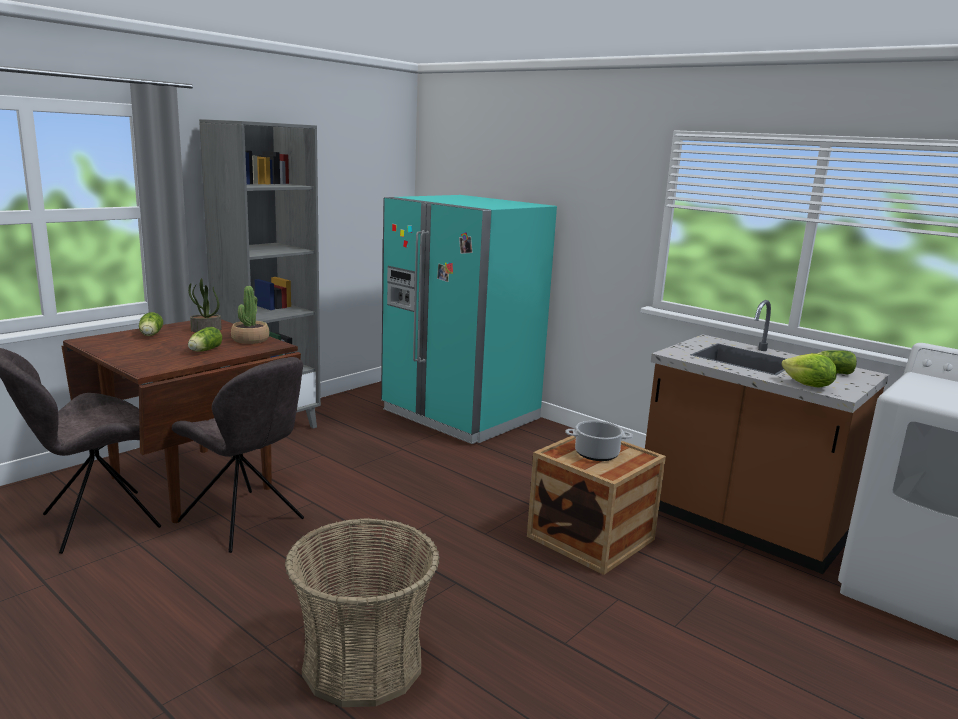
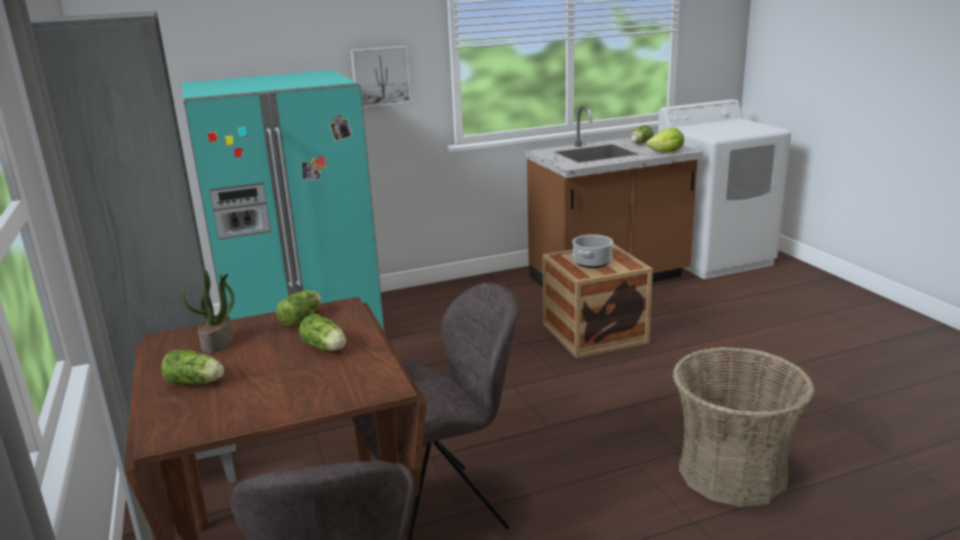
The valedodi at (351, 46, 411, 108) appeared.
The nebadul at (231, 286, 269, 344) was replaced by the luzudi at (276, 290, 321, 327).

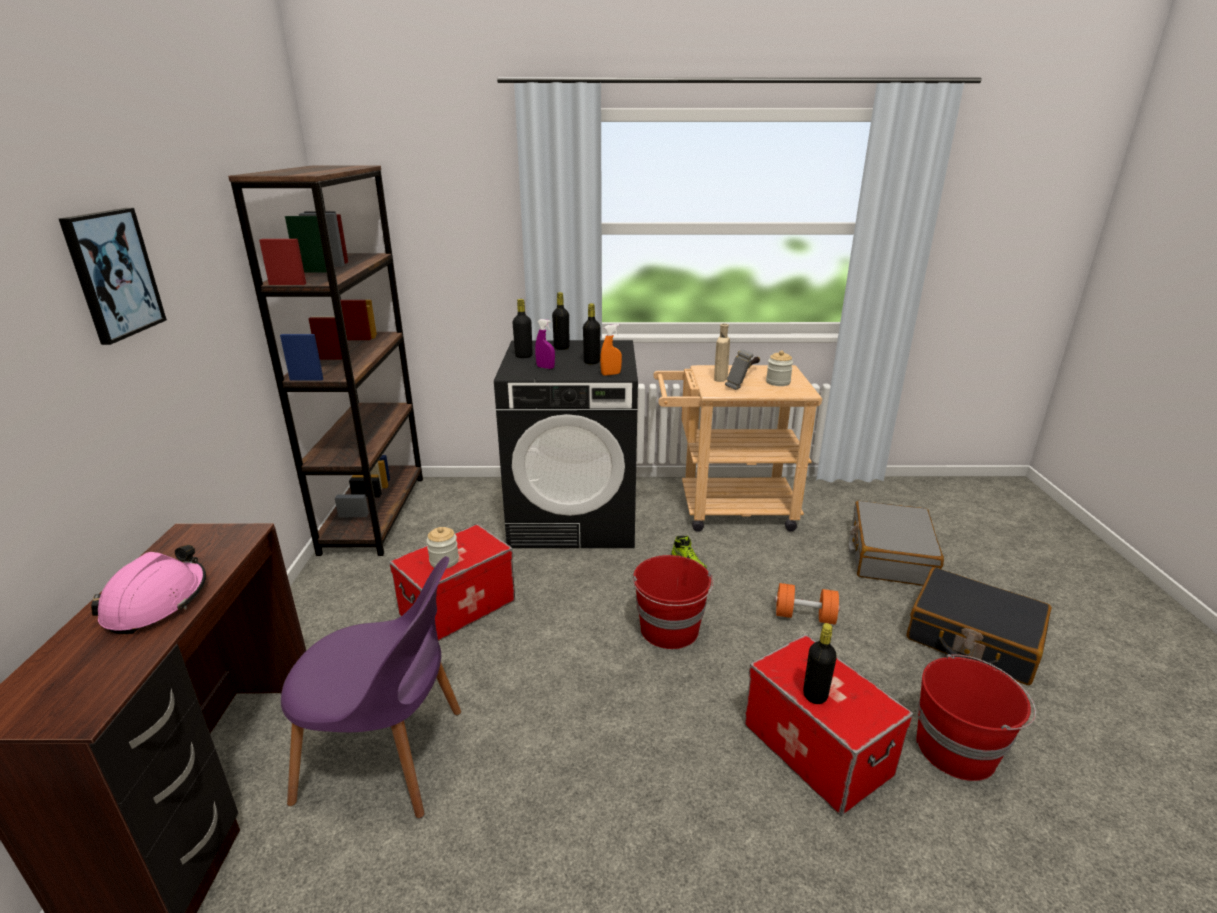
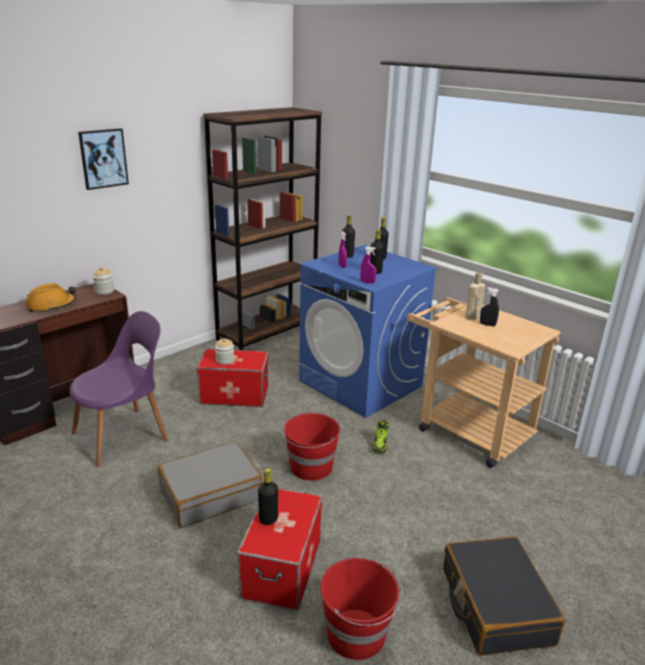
The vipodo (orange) at (775, 583, 840, 625) disappeared.
The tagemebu moved from (766, 351, 793, 386) to (92, 267, 114, 295).
The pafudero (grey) moved from (849, 501, 944, 586) to (157, 441, 262, 528).
The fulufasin at (725, 349, 760, 390) was replaced by the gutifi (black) at (480, 287, 499, 326).
The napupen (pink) at (91, 545, 206, 634) became the napupen (orange) at (26, 283, 76, 312).
The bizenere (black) at (494, 340, 638, 548) became the bizenere (blue) at (299, 245, 438, 418).
The gutifi (orange) at (600, 324, 622, 376) became the gutifi (purple) at (360, 246, 376, 284).
The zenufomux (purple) at (281, 556, 461, 818) turned 90 degrees counterclockwise.

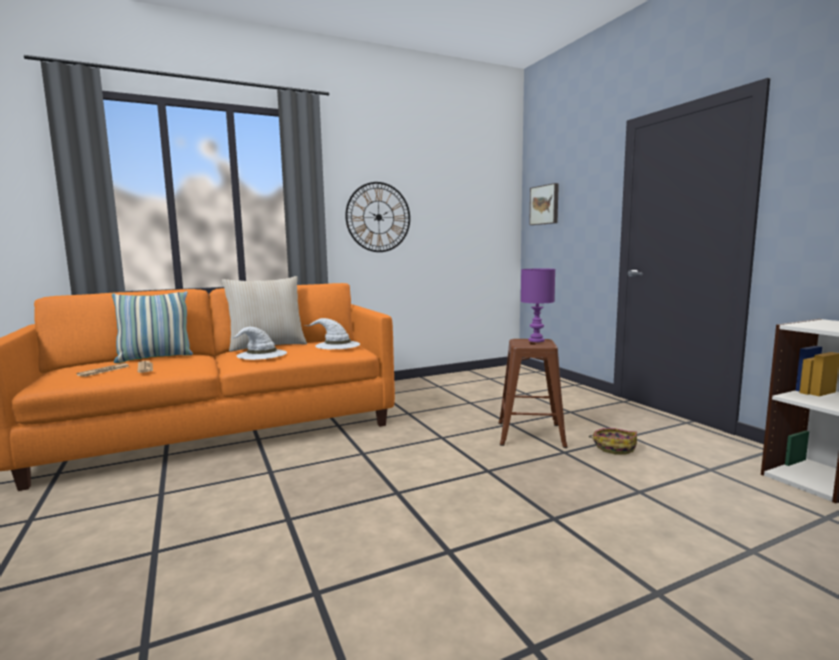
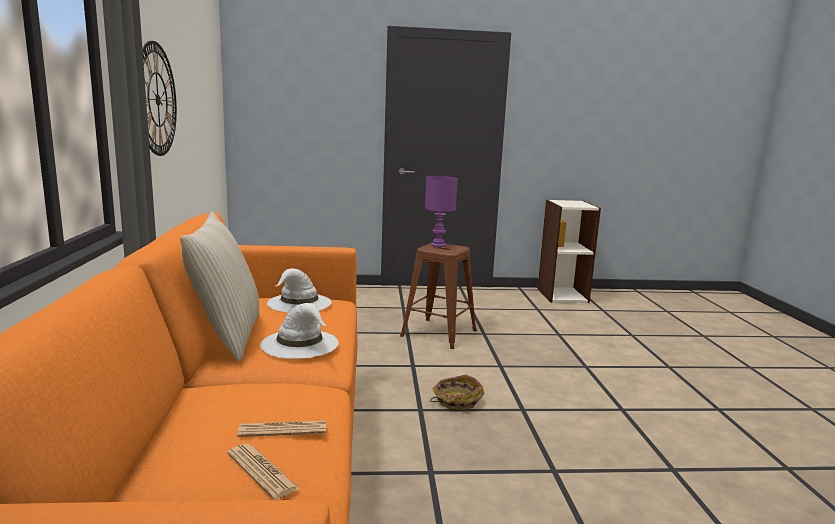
The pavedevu at (112, 291, 193, 363) disappeared.
The valedodi at (529, 183, 559, 225) disappeared.
The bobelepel moved from (589, 428, 637, 455) to (430, 375, 484, 411).

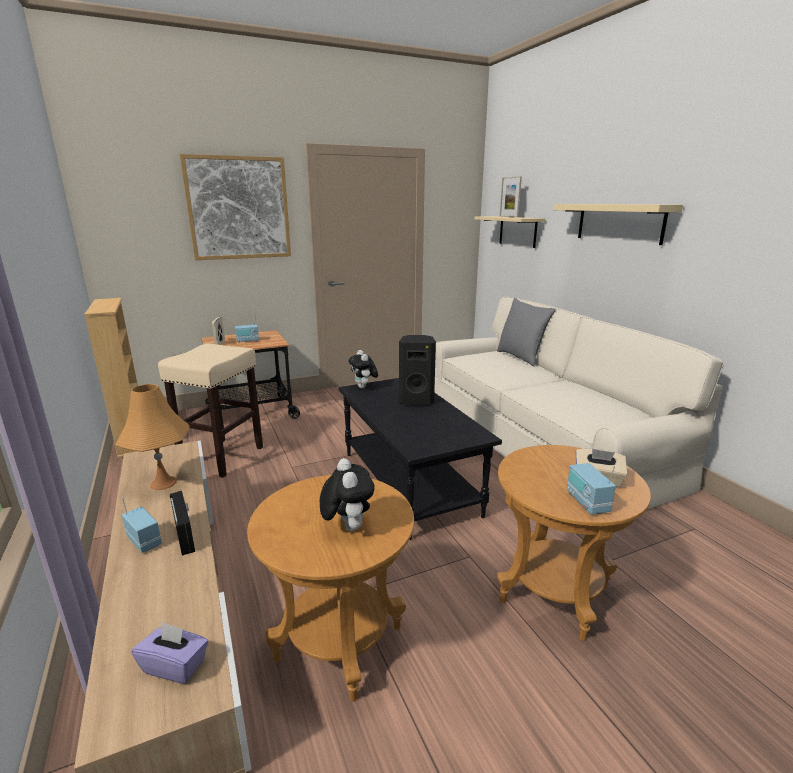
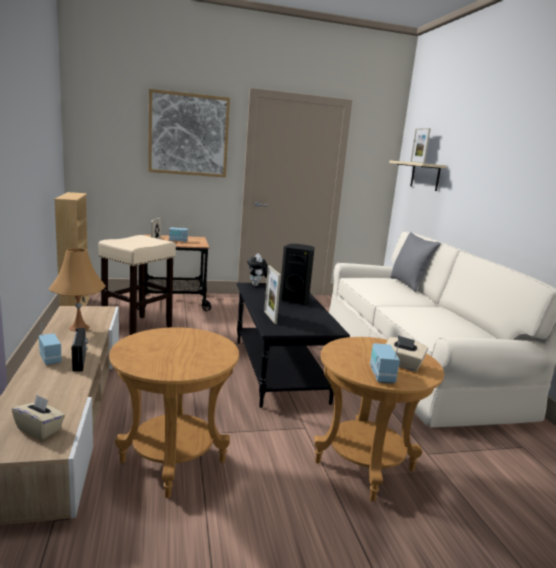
The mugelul at (320, 458, 375, 531) disappeared.
The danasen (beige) at (553, 204, 683, 245) disappeared.
The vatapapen at (264, 266, 281, 324) appeared.
The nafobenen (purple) at (131, 622, 208, 684) became the nafobenen (beige) at (12, 394, 65, 440).

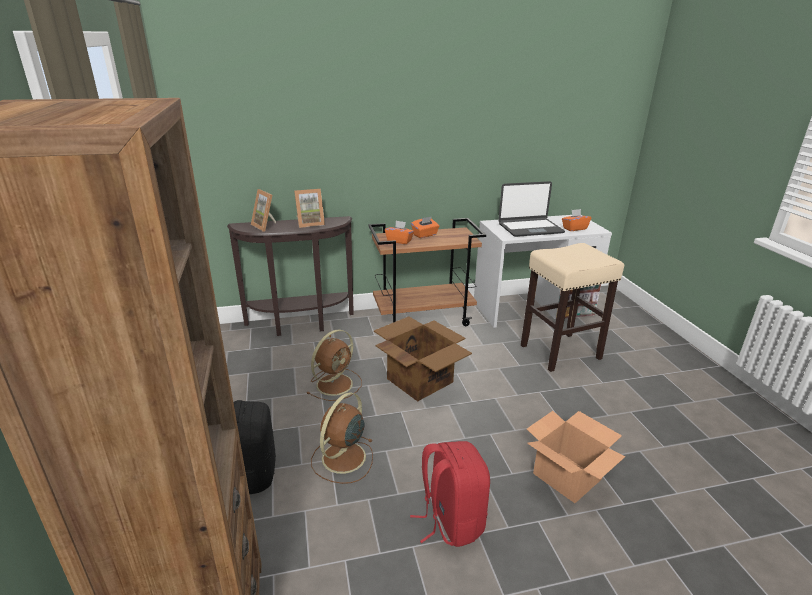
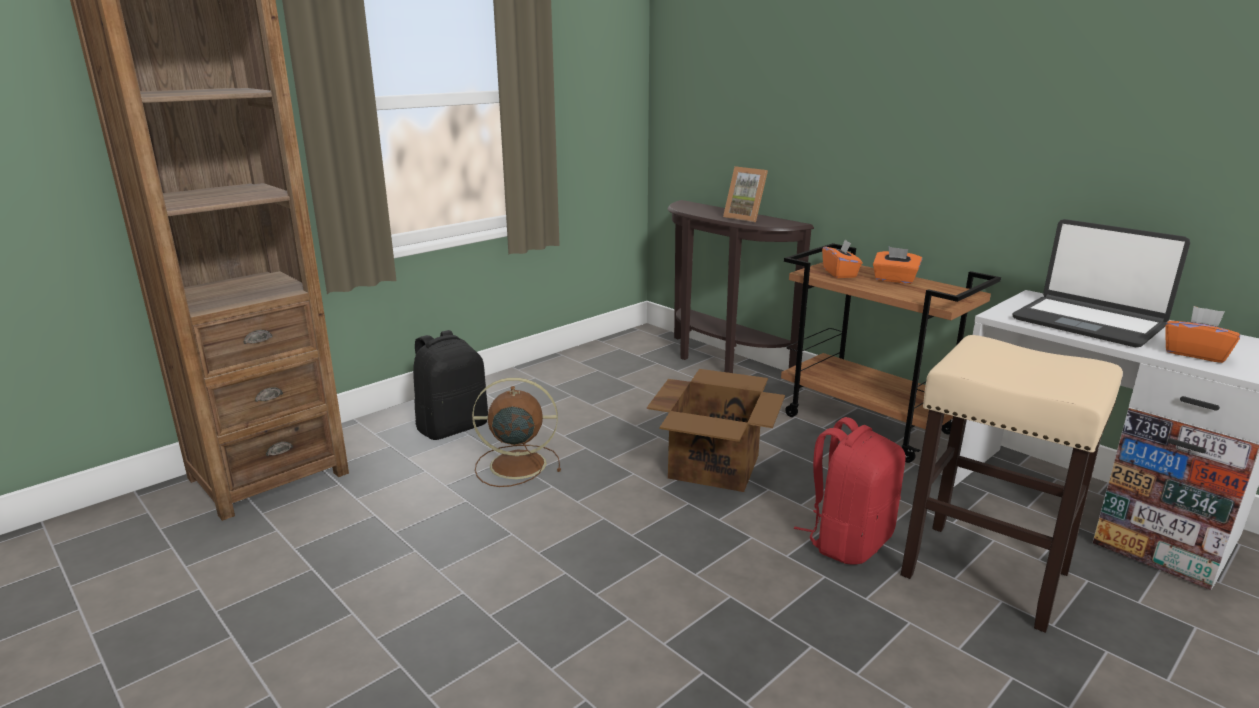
The vatapapen at (251, 189, 276, 232) disappeared.
The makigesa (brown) at (306, 330, 362, 401) disappeared.
The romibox at (527, 411, 626, 503) disappeared.
The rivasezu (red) moved from (410, 441, 490, 547) to (794, 417, 906, 564).

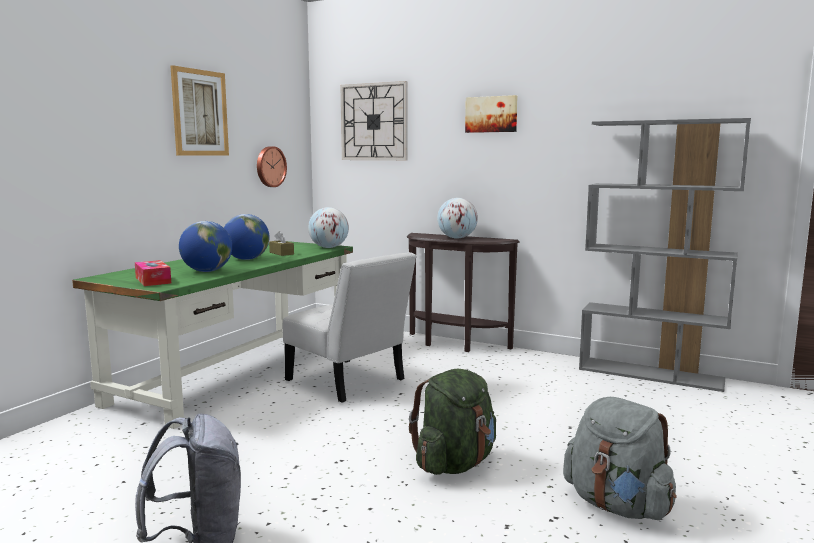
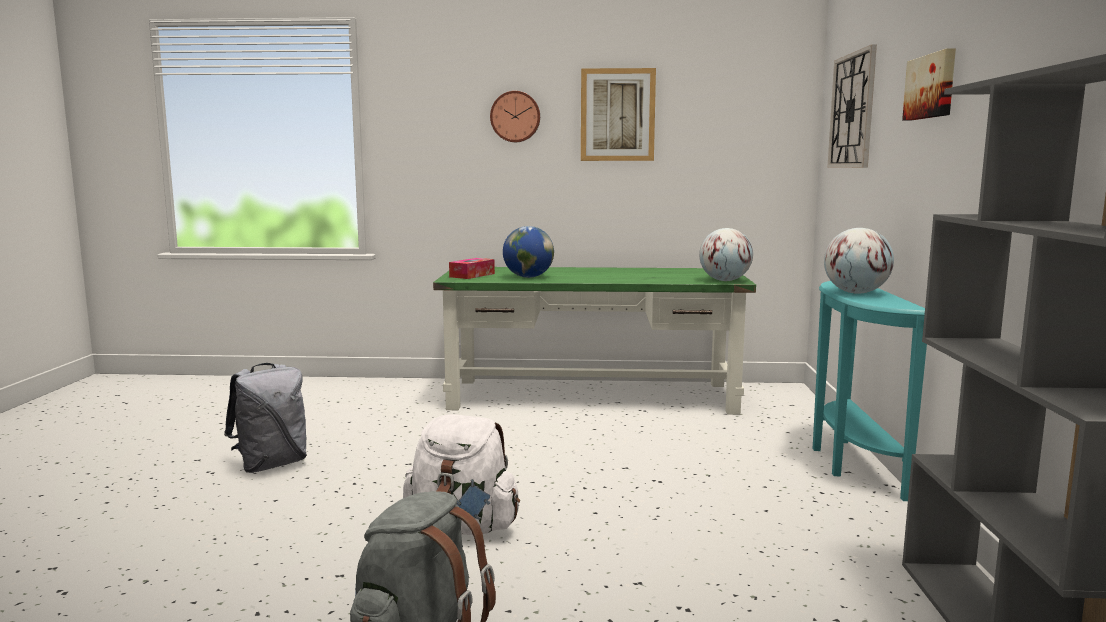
The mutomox at (224, 214, 269, 260) disappeared.
The nafobenen (brown) at (269, 231, 294, 256) disappeared.
The zenufomux (white) at (283, 252, 416, 402) disappeared.
The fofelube moved from (257, 146, 287, 187) to (490, 91, 540, 142).
The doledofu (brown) at (407, 233, 519, 352) became the doledofu (turquoise) at (813, 281, 927, 501).
The rivasezu (green) at (409, 369, 496, 475) became the rivasezu (white) at (403, 414, 520, 535).

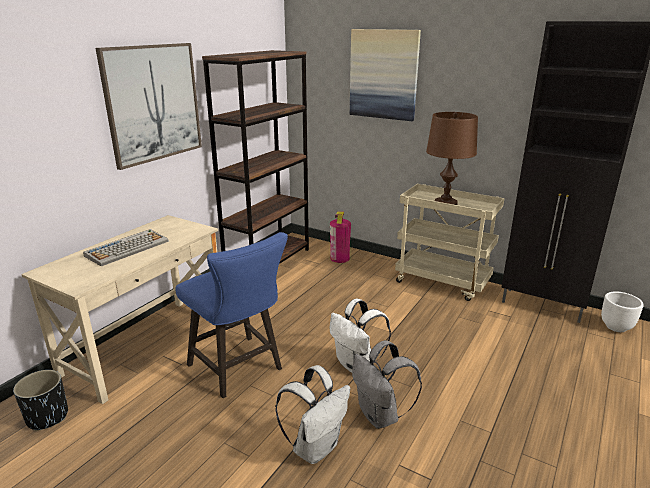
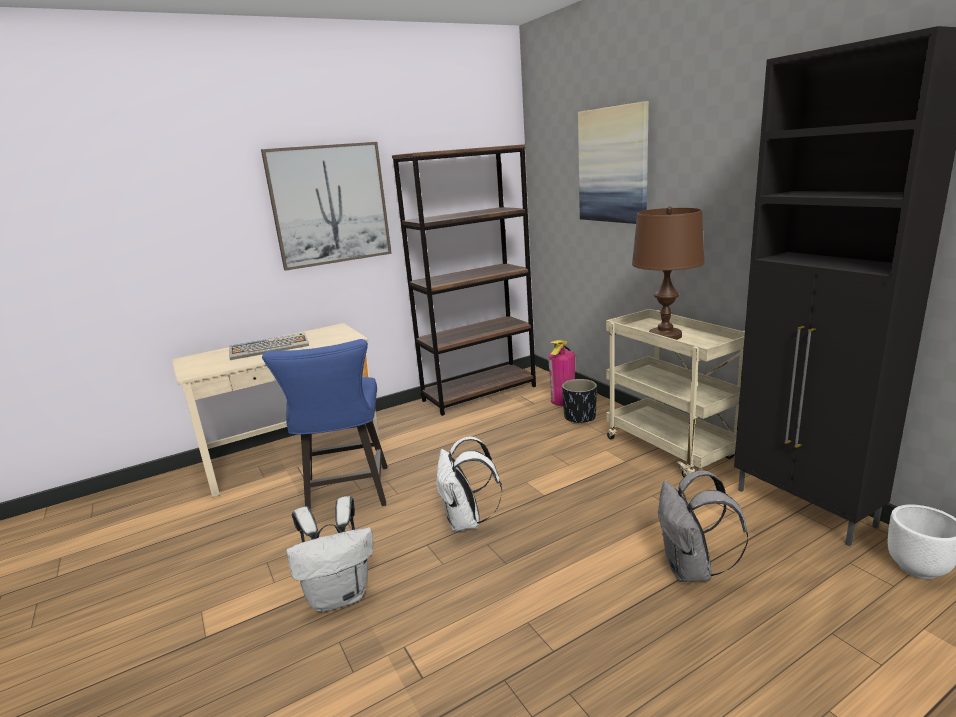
The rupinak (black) moved from (13, 370, 68, 431) to (562, 379, 597, 423).
The rivasezu (grey) moved from (352, 340, 422, 429) to (658, 470, 748, 582).

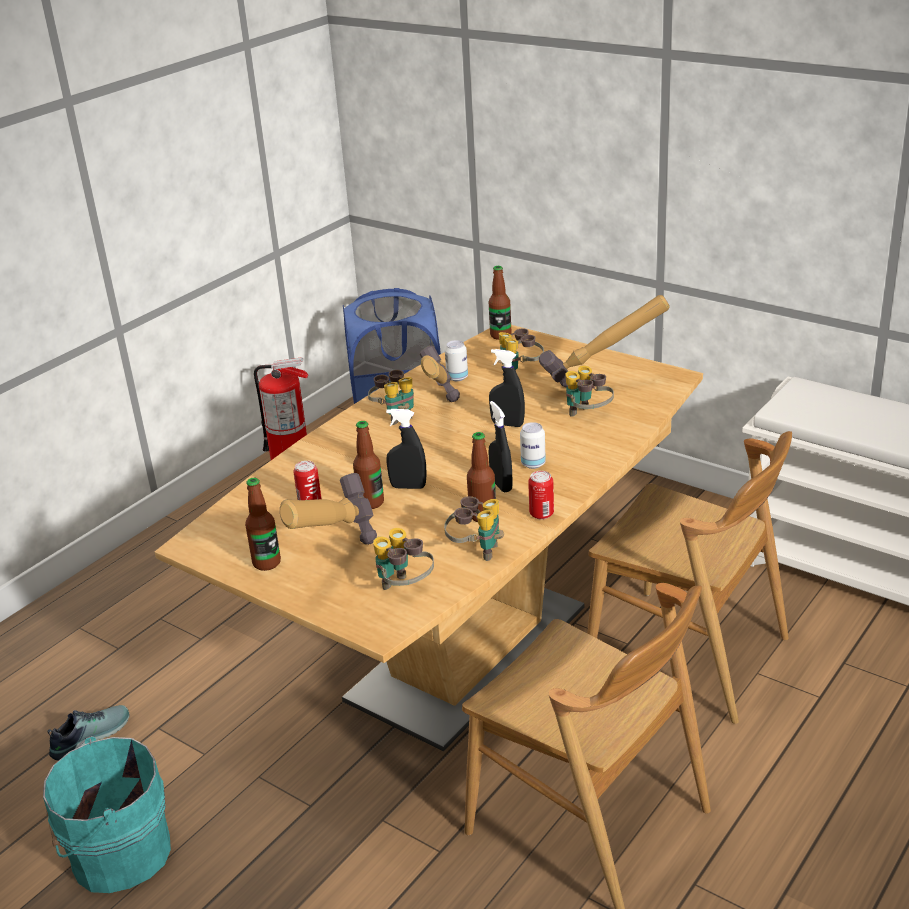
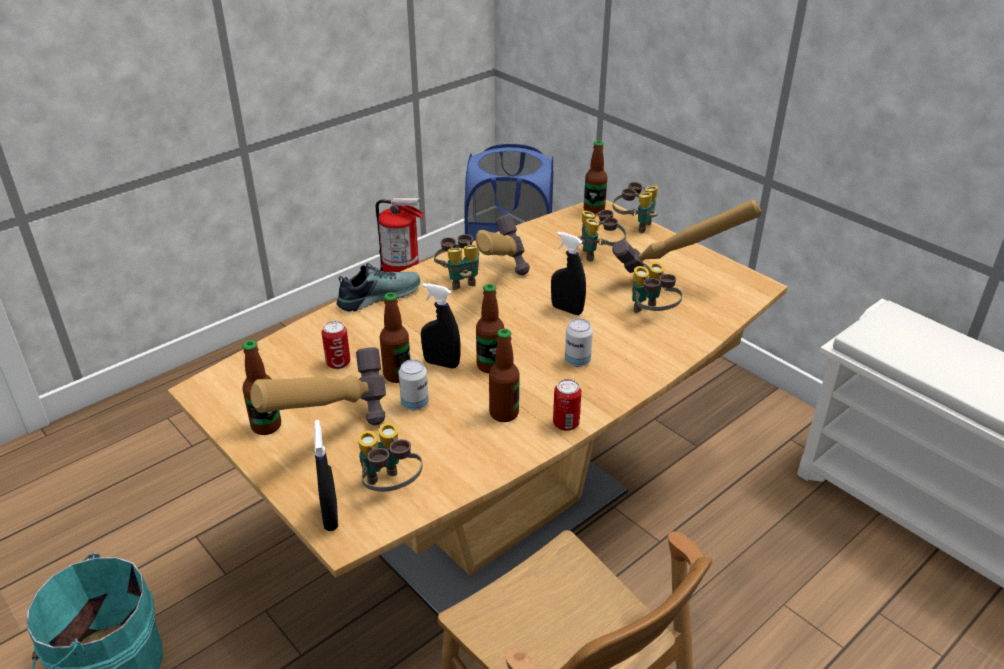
The zenufomux (brown) at (587, 431, 792, 724) disappeared.
The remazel at (476, 284, 504, 373) appeared.
The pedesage moved from (47, 705, 130, 761) to (337, 263, 420, 312).
The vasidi moved from (444, 496, 504, 561) to (613, 182, 658, 233).
The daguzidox moved from (445, 340, 468, 381) to (398, 359, 429, 411).
The gutifi (black) moved from (488, 401, 512, 492) to (314, 420, 338, 531).

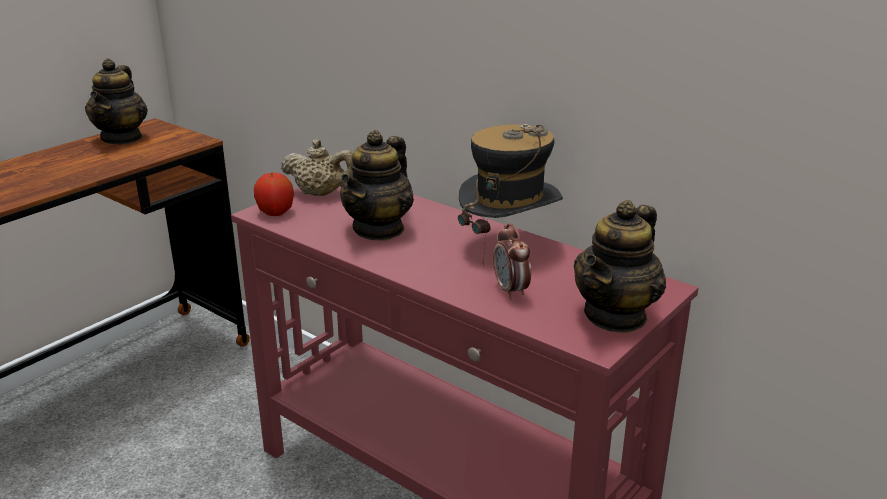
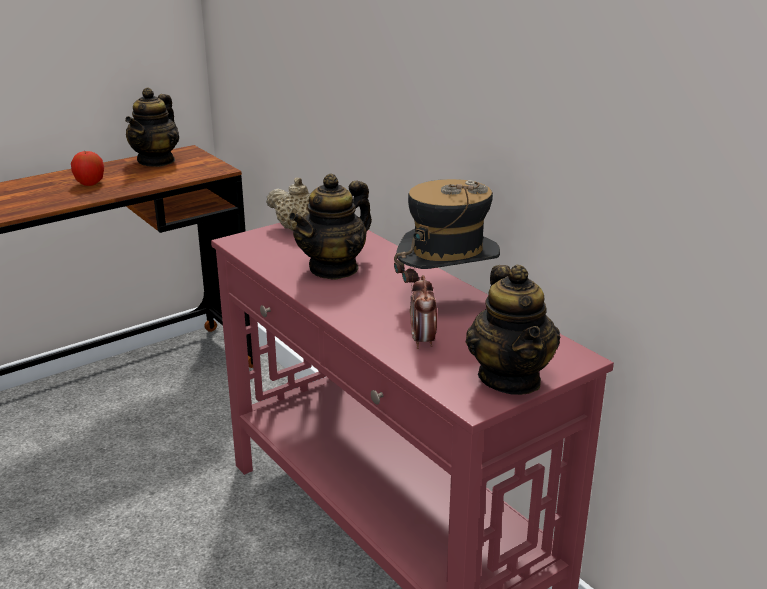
The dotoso moved from (254, 173, 294, 216) to (71, 151, 104, 186).
The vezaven at (574, 200, 666, 333) turned 60 degrees counterclockwise.

